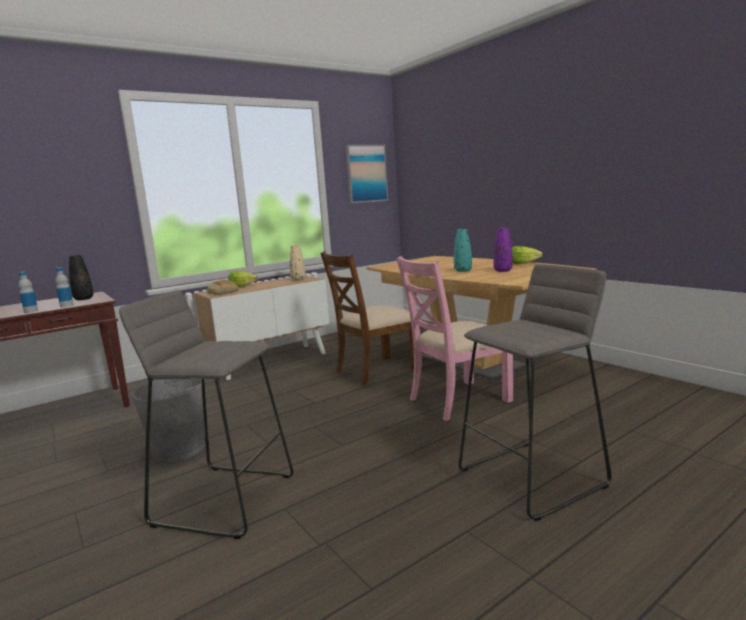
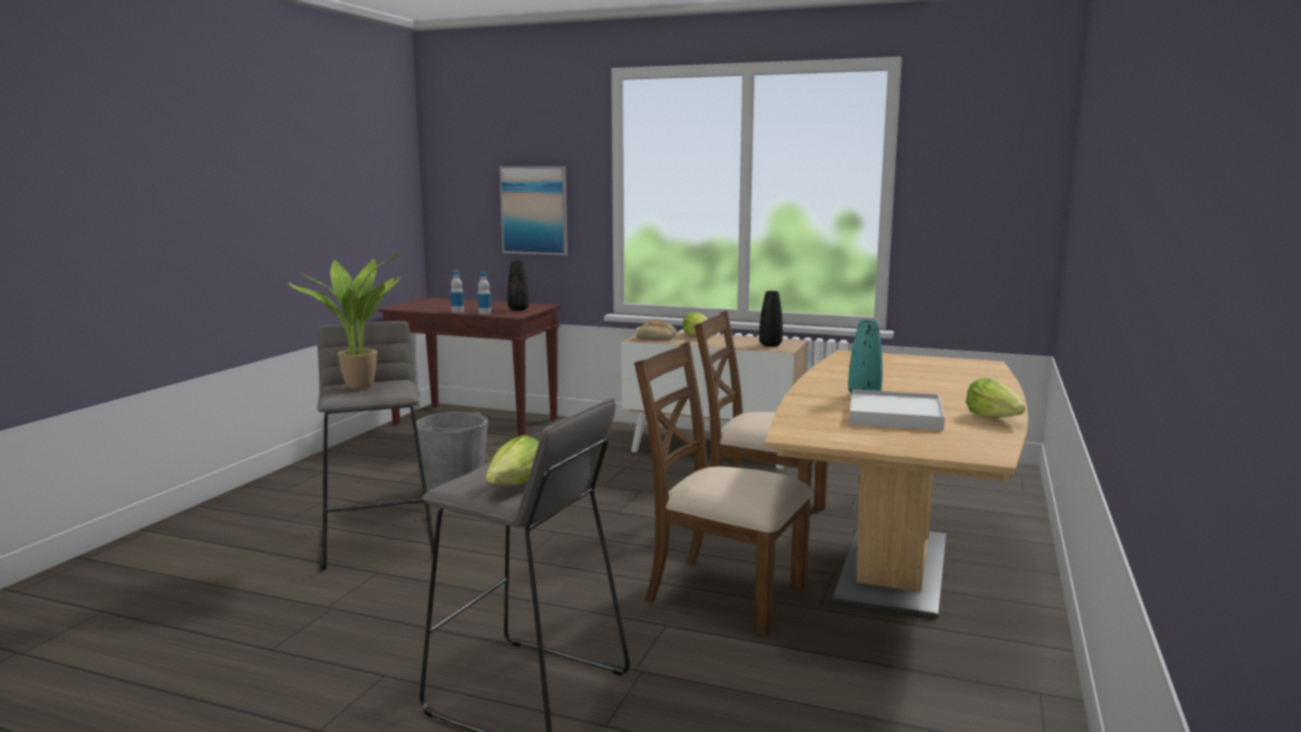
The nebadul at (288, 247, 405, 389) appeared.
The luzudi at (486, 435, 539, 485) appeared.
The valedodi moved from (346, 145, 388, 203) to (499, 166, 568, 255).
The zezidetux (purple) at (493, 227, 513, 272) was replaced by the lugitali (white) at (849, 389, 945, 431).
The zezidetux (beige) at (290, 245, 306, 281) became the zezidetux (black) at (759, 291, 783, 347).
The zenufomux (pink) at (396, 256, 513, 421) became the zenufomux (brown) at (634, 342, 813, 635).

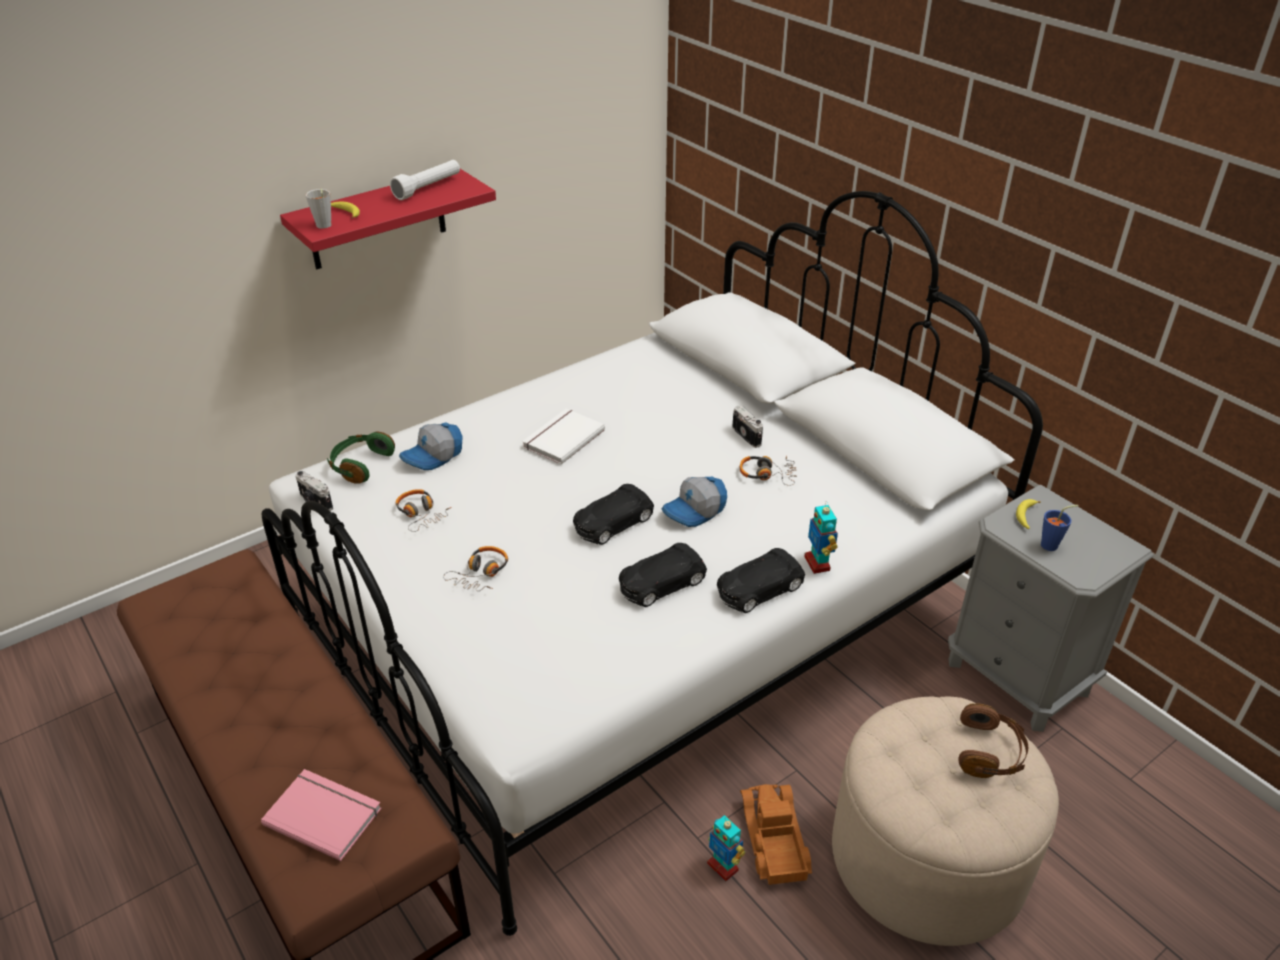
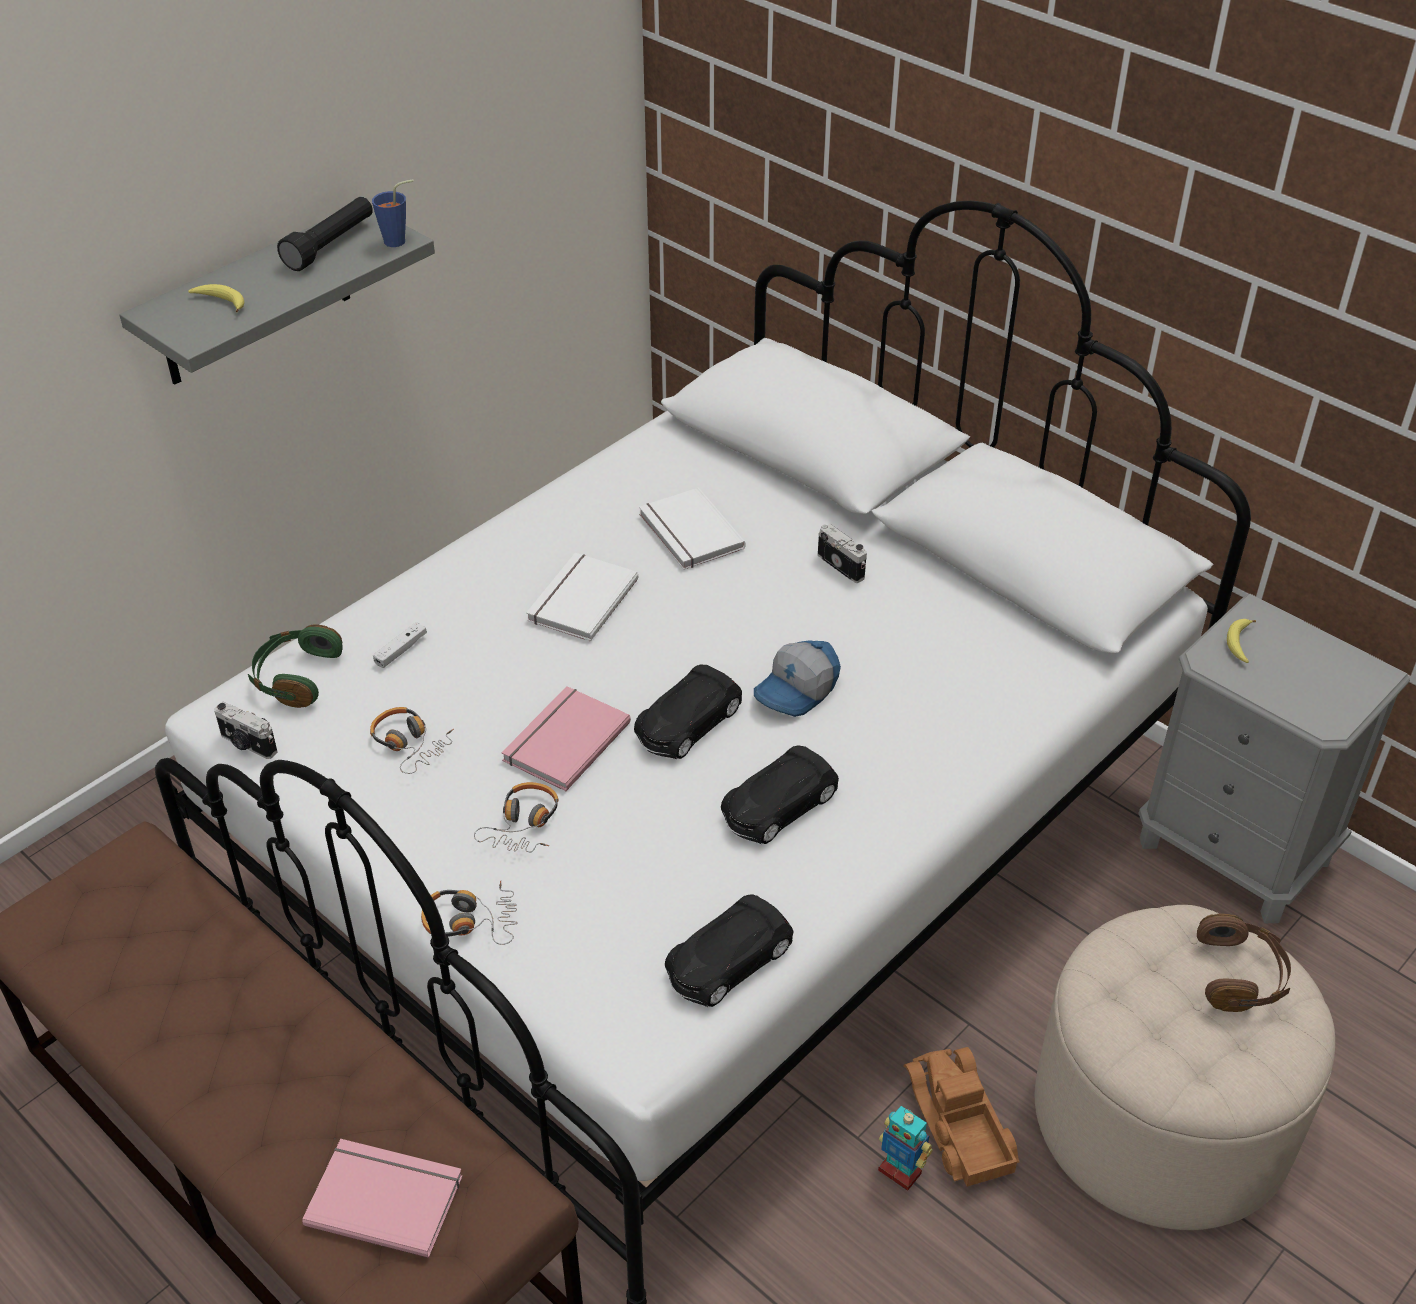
The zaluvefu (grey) at (306, 188, 332, 229) disappeared.
The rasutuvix at (804, 501, 838, 574) disappeared.
The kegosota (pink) at (501, 686, 631, 791) appeared.
The kegosota (white) at (639, 487, 746, 570) appeared.
The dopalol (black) moved from (717, 548, 805, 613) to (665, 894, 794, 1007).
The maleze moved from (740, 456, 797, 486) to (421, 880, 518, 945).
The zaluvefu (blue) moved from (1041, 505, 1079, 551) to (372, 179, 414, 247).
The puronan at (399, 423, 463, 470) was replaced by the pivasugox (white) at (373, 622, 427, 668).
The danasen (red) at (280, 169, 496, 269) became the danasen (grey) at (119, 208, 435, 385).
The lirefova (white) at (390, 160, 460, 200) became the lirefova (black) at (277, 197, 373, 271).

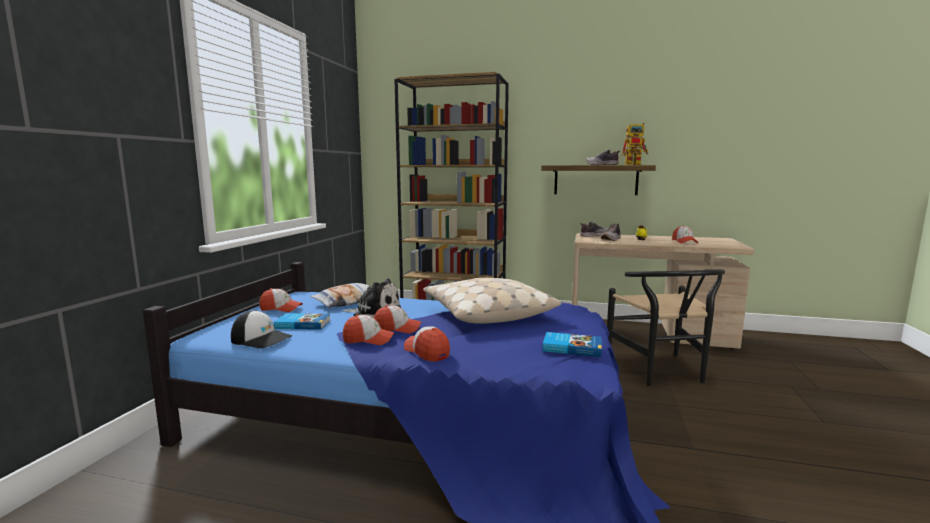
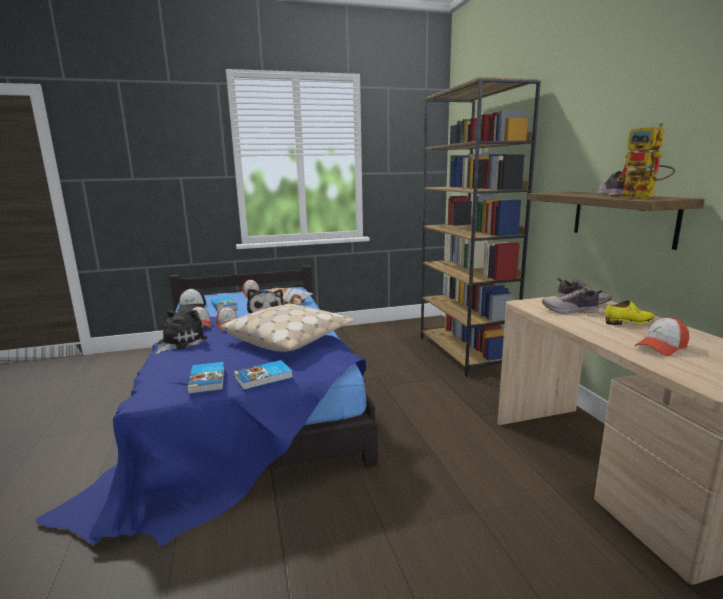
The zenufomux (black) at (607, 269, 725, 387) disappeared.
The kegosota at (234, 360, 293, 390) appeared.
The puronan at (404, 326, 450, 362) was replaced by the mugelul at (155, 309, 207, 354).

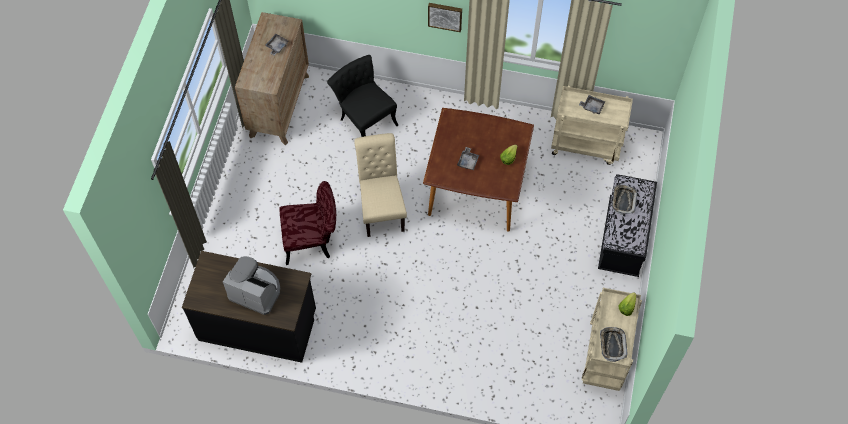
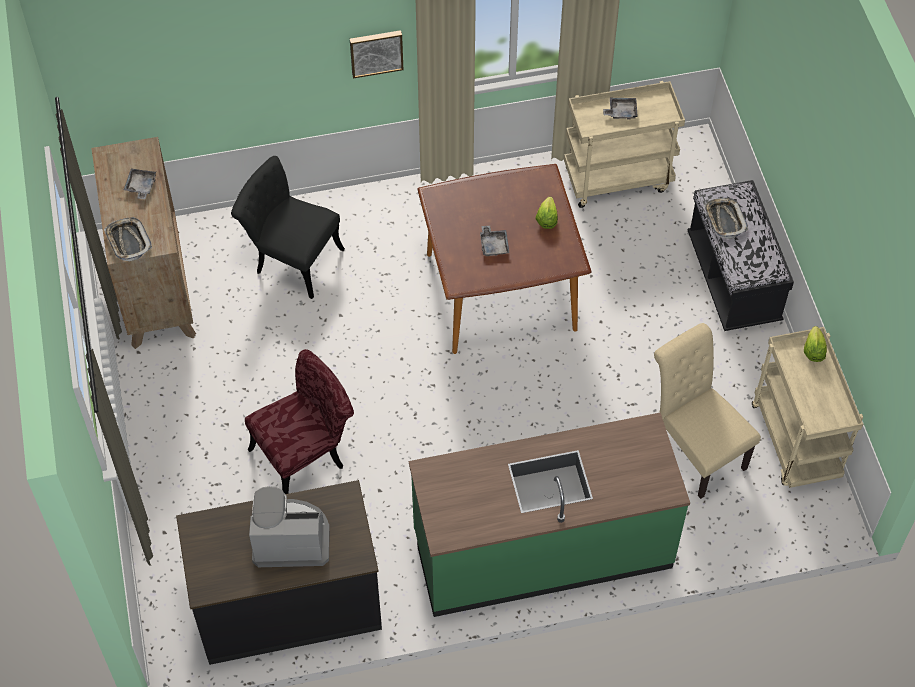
The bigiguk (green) at (409, 412, 690, 617) appeared.
The zenufomux (beige) moved from (354, 133, 407, 237) to (654, 323, 761, 499).
The lugitali moved from (600, 327, 628, 362) to (104, 217, 152, 261).

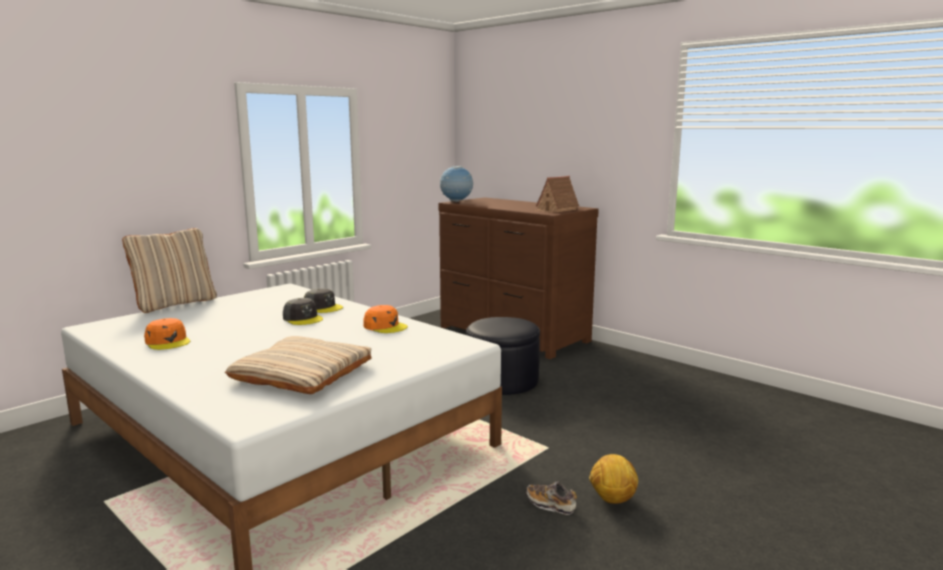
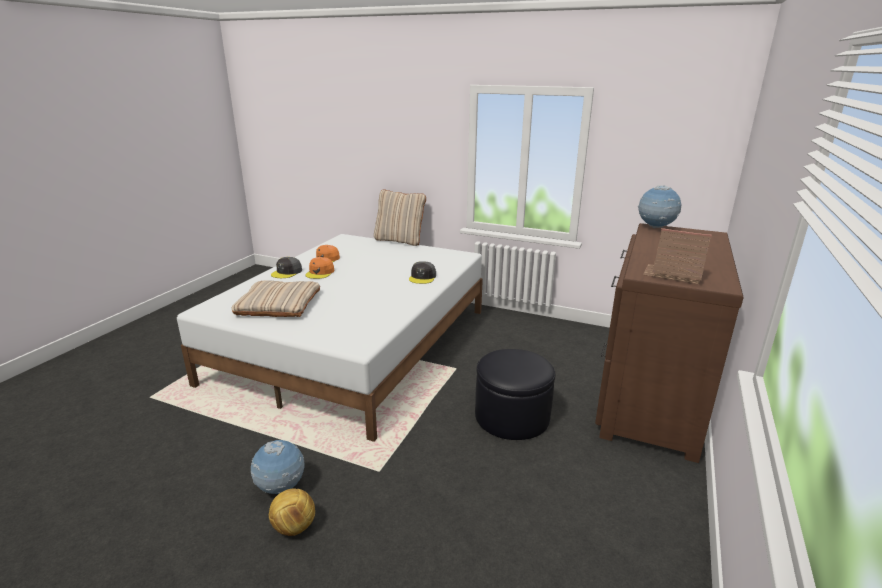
The puronan (grey) moved from (283, 298, 323, 325) to (271, 257, 302, 278).
The puronan (orange) moved from (363, 305, 408, 333) to (305, 257, 334, 279).
The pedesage at (526, 481, 577, 515) was replaced by the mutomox at (251, 440, 305, 494).

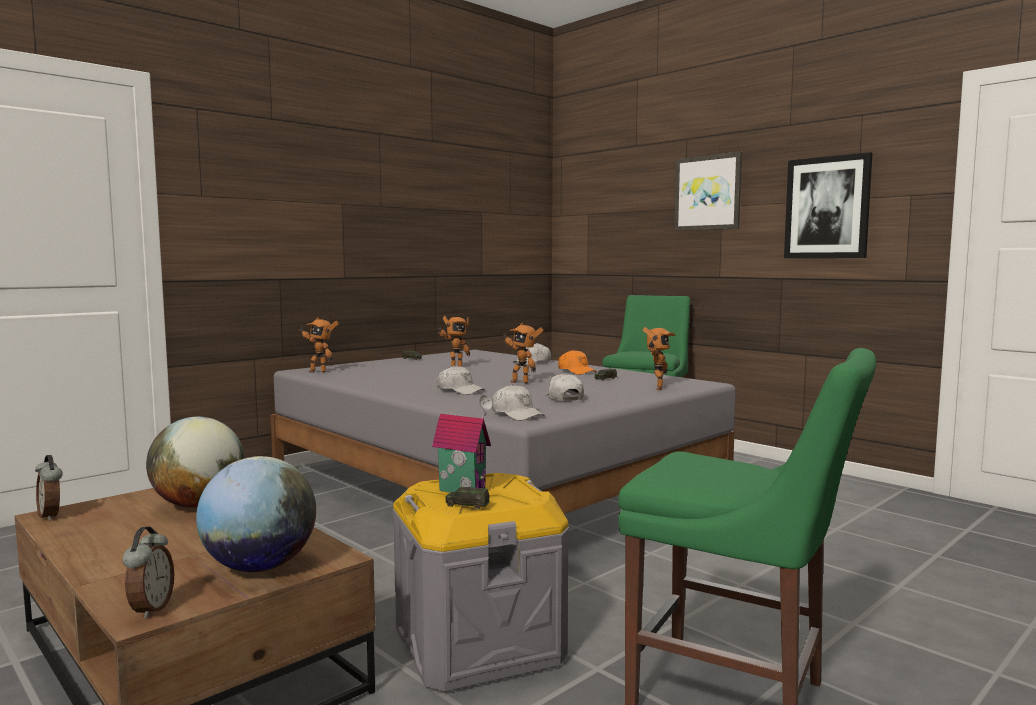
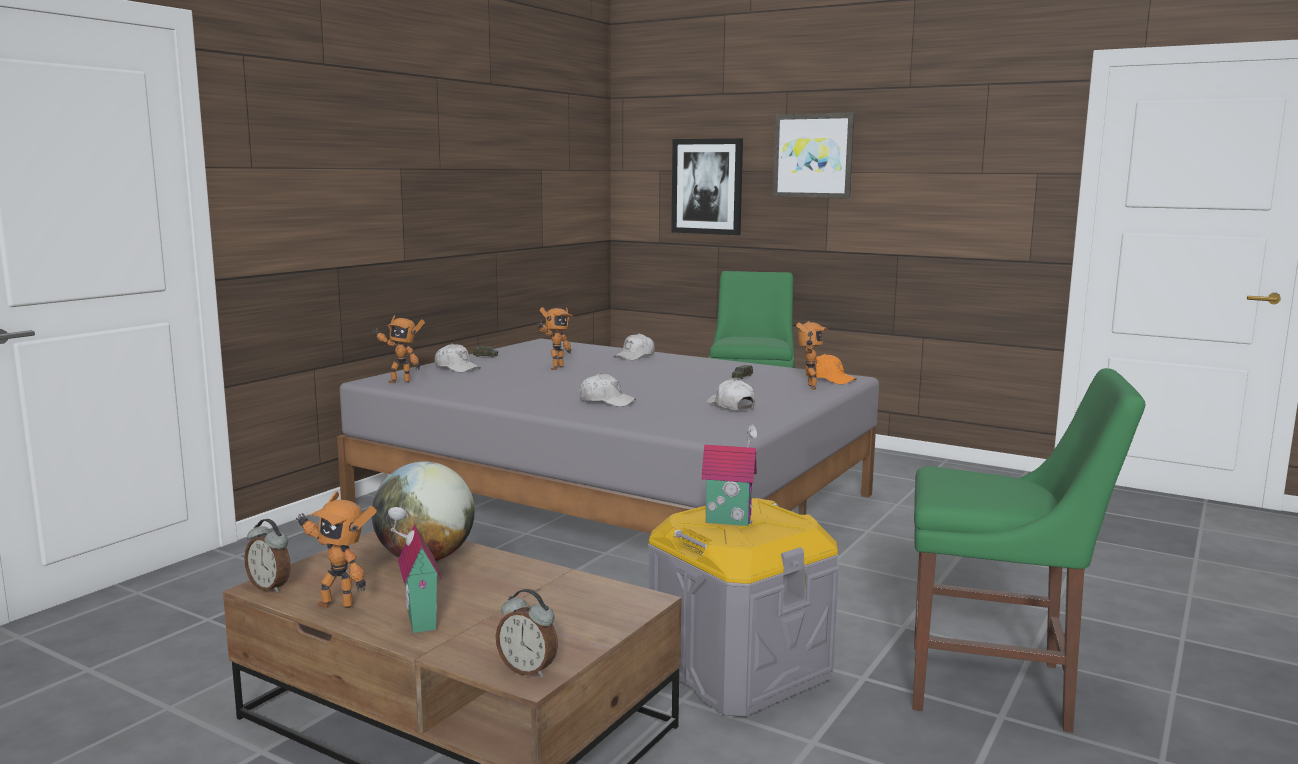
The mutomox at (196, 456, 316, 572) disappeared.
The dopalol at (445, 487, 490, 509) disappeared.
The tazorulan at (388, 506, 442, 633) appeared.
The puronan (white) moved from (492, 384, 545, 421) to (435, 344, 481, 373).
The rasutuvix moved from (502, 323, 543, 383) to (296, 491, 377, 608).
The puronan (orange) moved from (558, 350, 597, 375) to (806, 354, 857, 385).
The valedodi moved from (784, 152, 872, 258) to (671, 138, 743, 235).
The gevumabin at (122, 526, 174, 619) turned 135 degrees clockwise.

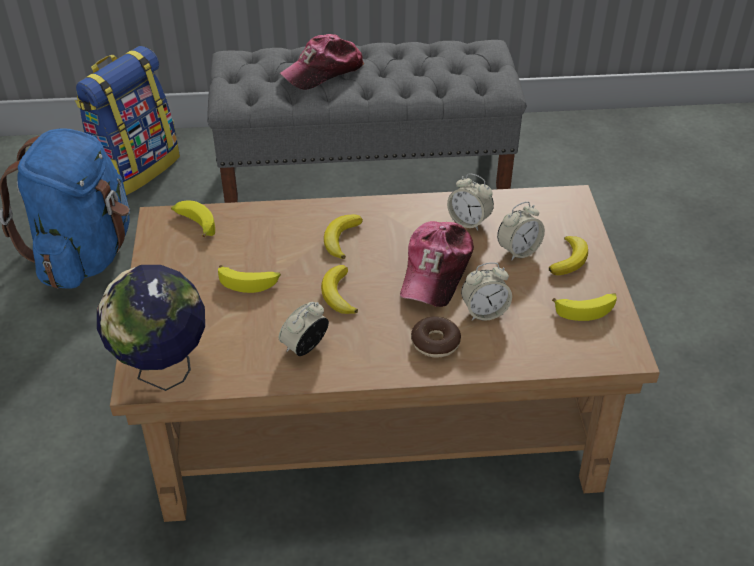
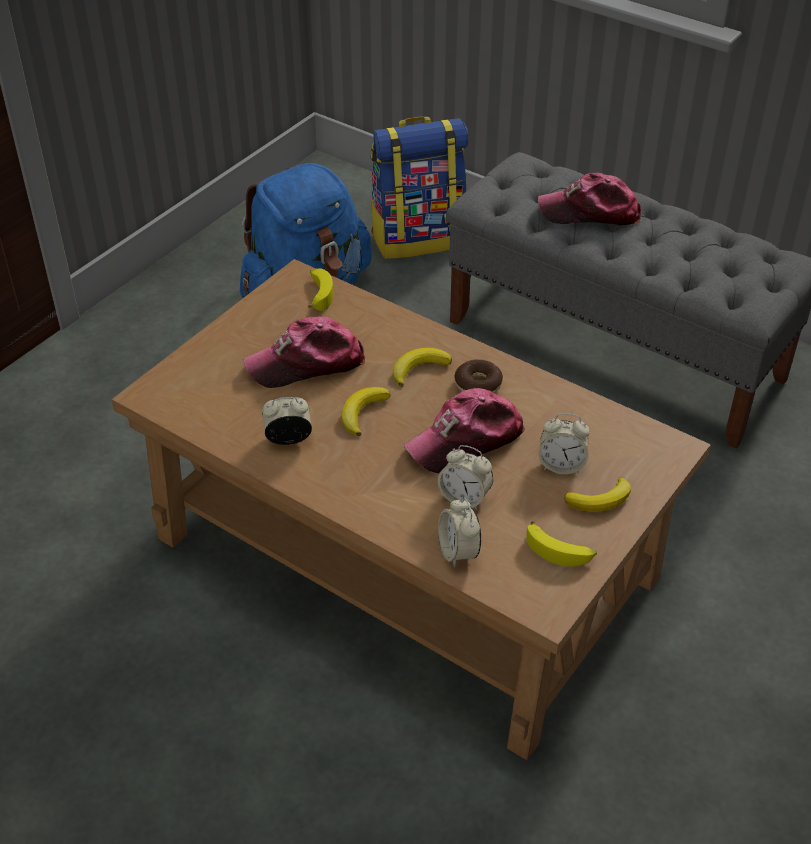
The mutomox at (97, 265, 205, 391) disappeared.
The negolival moved from (411, 316, 461, 358) to (454, 360, 503, 393).
The gevumabin moved from (447, 173, 494, 231) to (438, 497, 481, 567).
The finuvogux at (218, 265, 281, 293) was replaced by the puronan at (244, 317, 365, 388).

